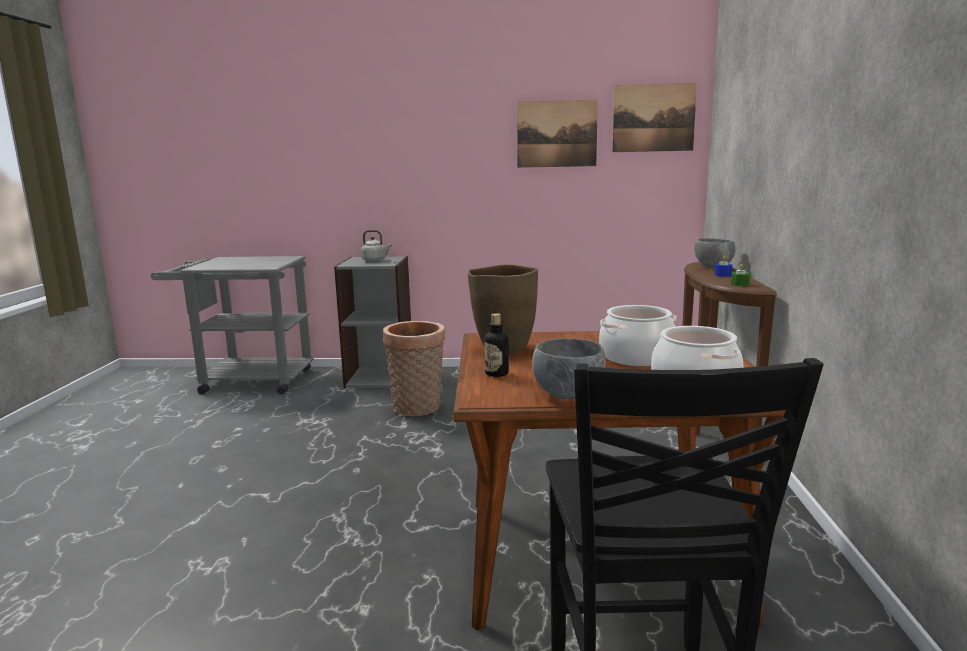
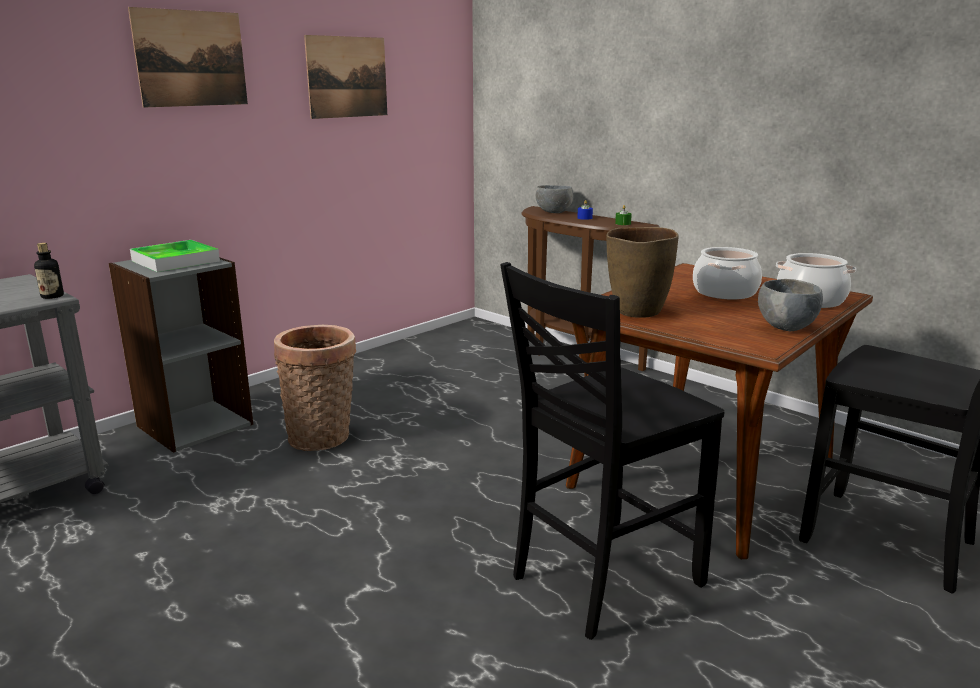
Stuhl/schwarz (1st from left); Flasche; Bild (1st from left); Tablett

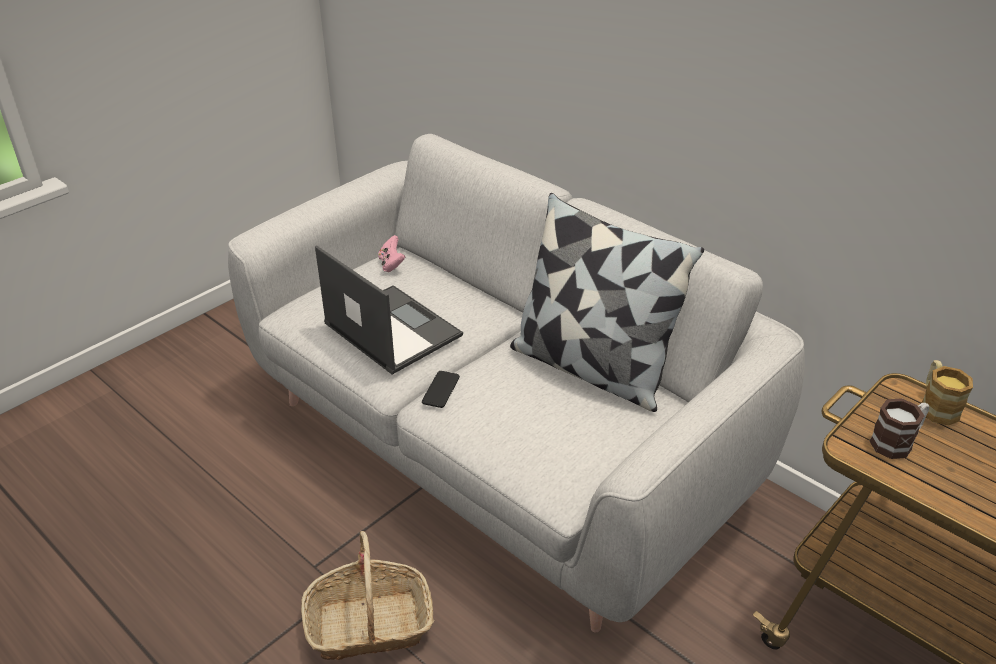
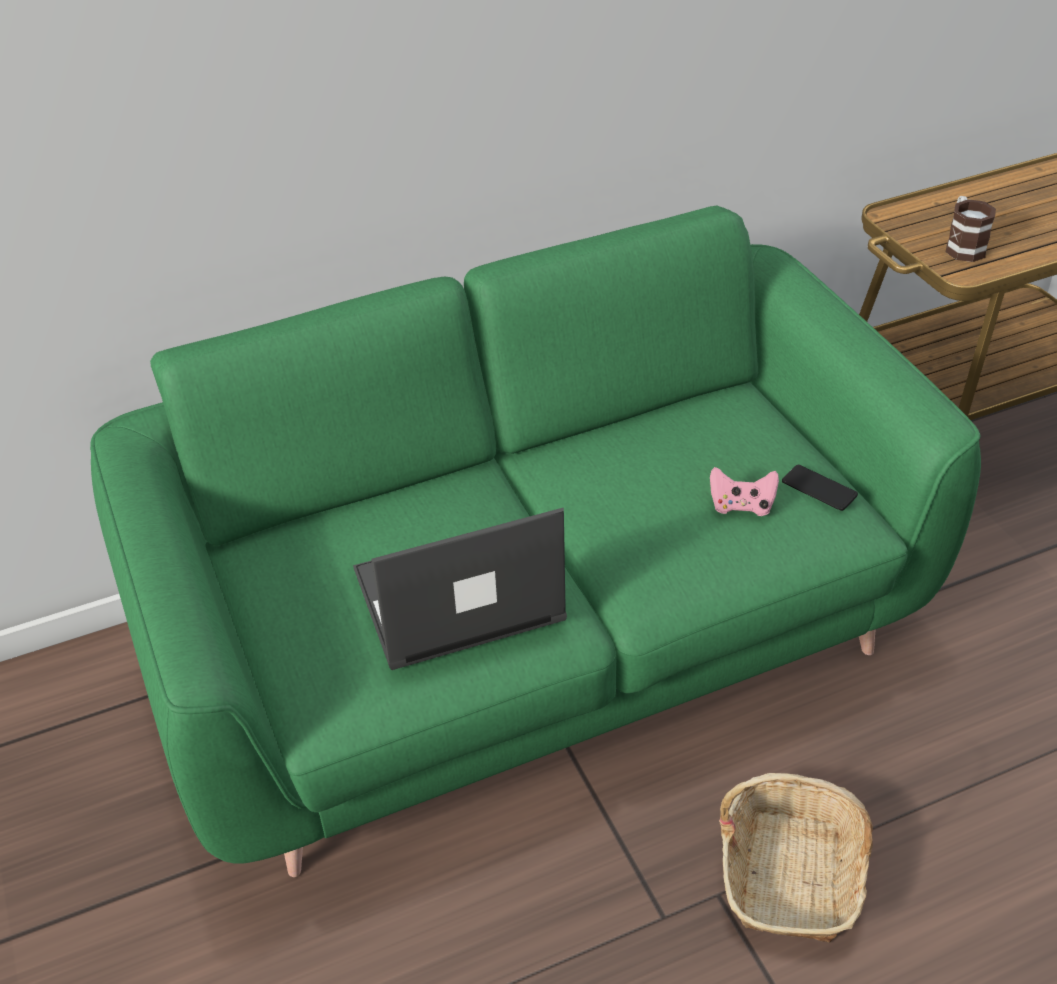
Kissen; Henkelbecher (2nd from left in the first image); Gamepad/rosa; Handy; Sofa/grün

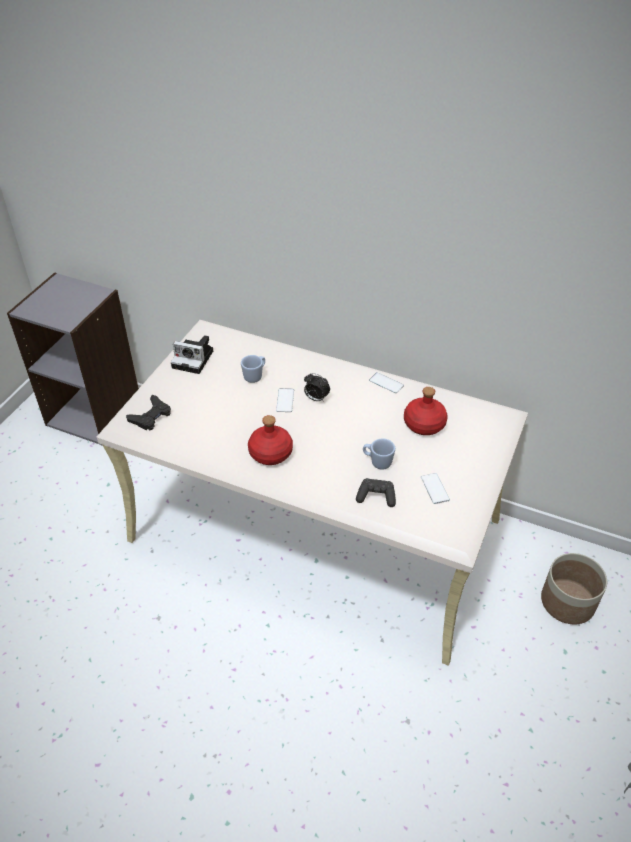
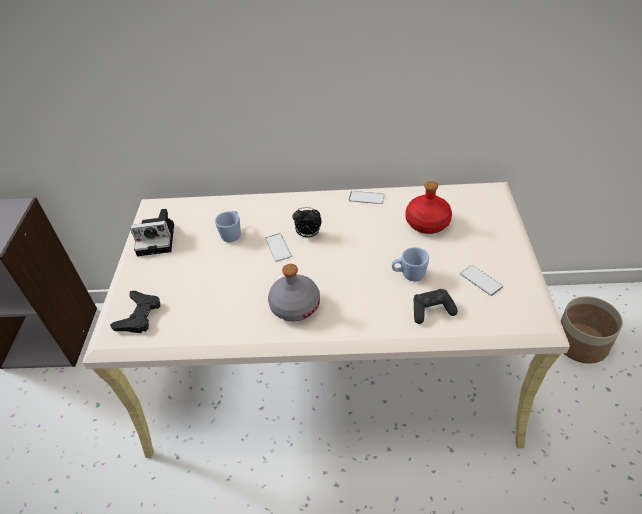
Flasche/grau

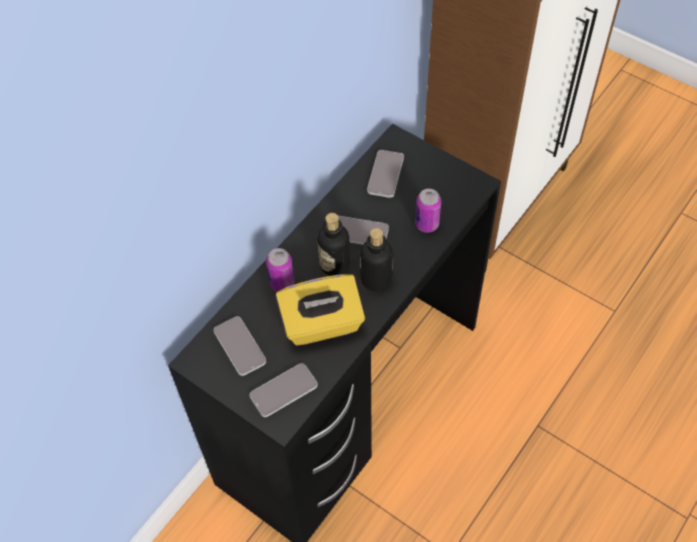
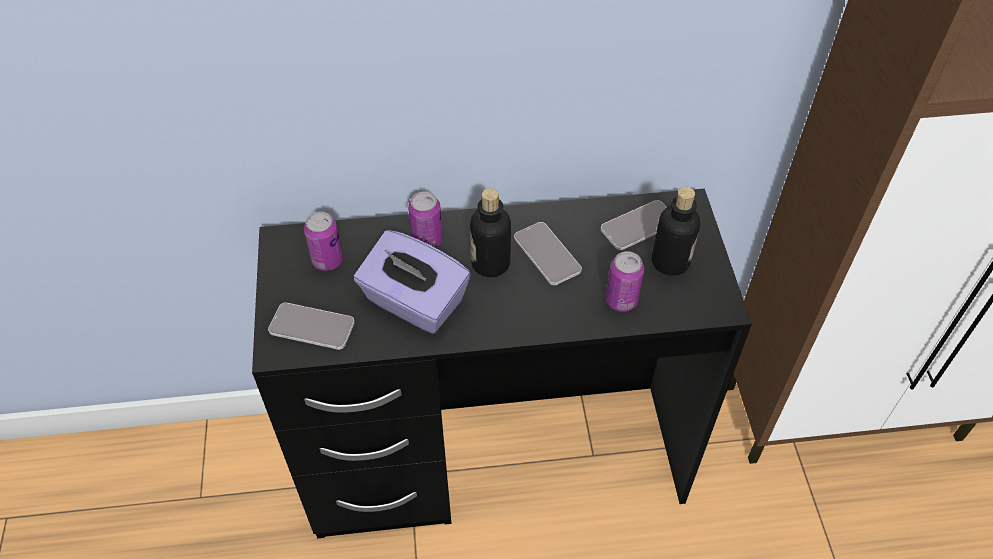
Flasche (2nd from left); Dose (1st from left); Taschentuchbox/lila

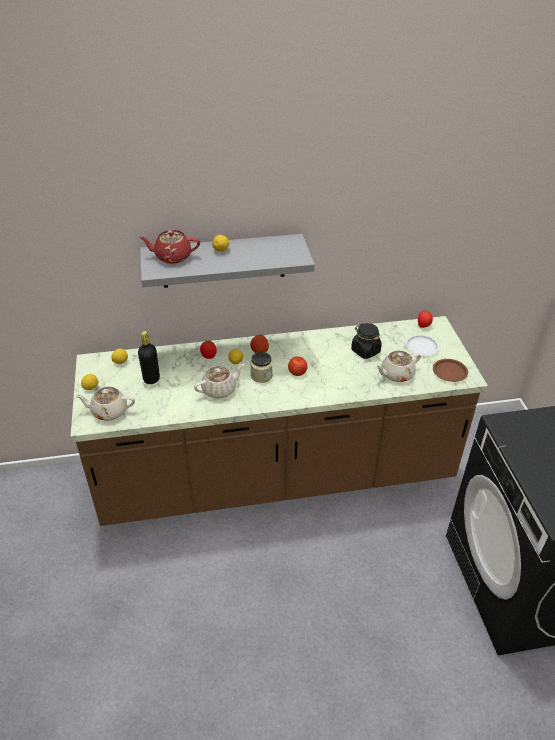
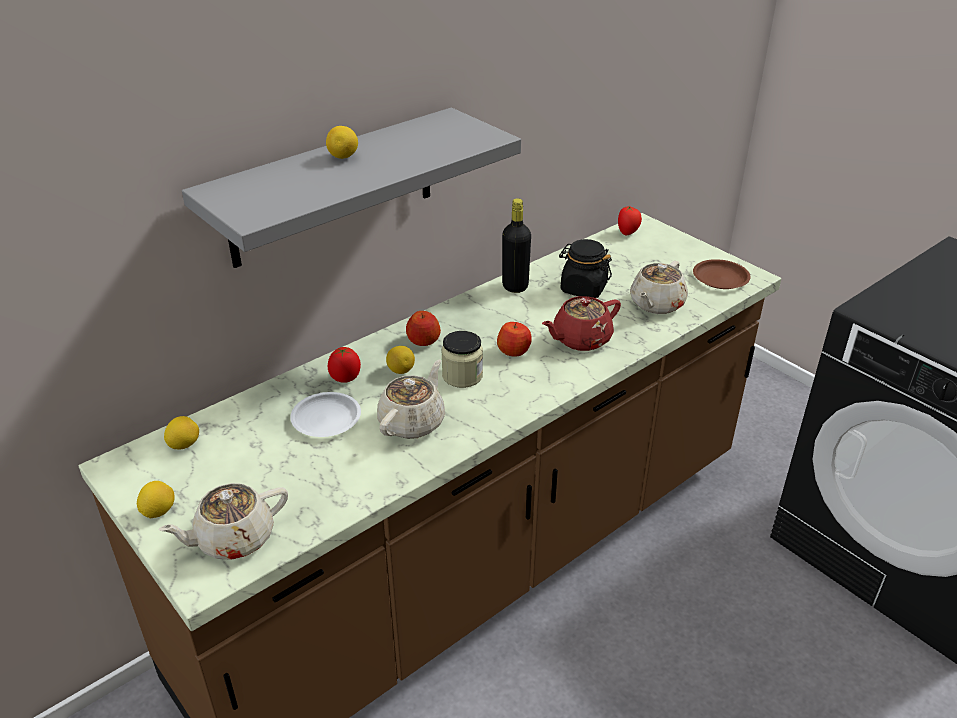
Flasche/schwarz; Teekanne/rot; Teller/weiß

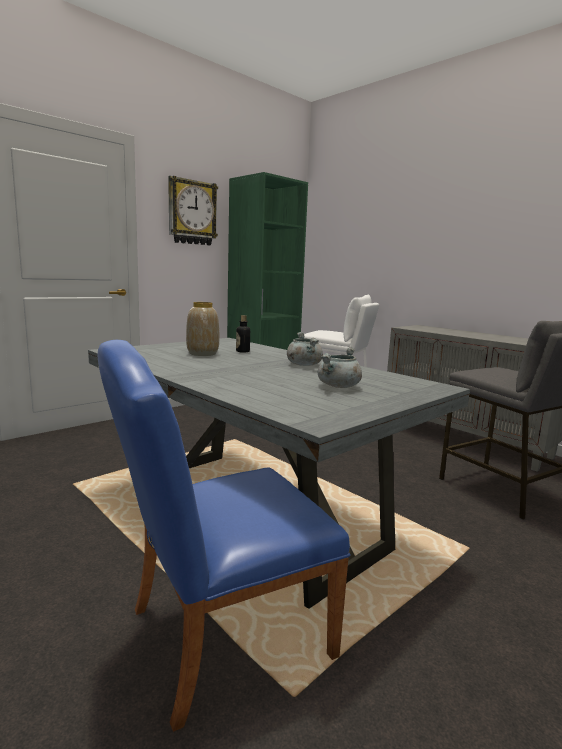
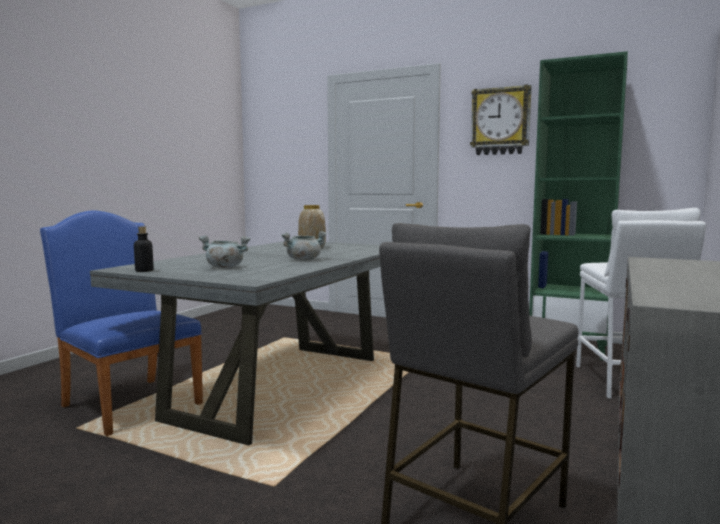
Flasche

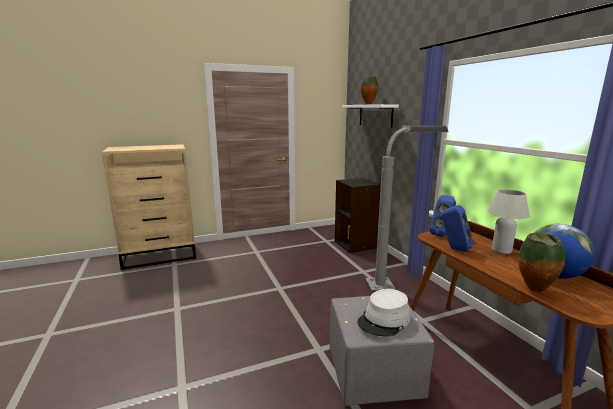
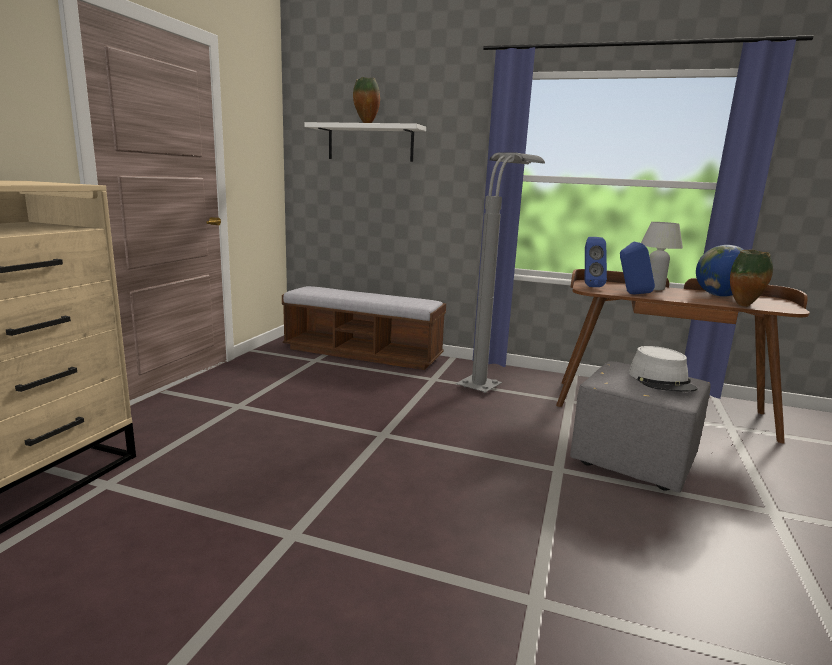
Bank

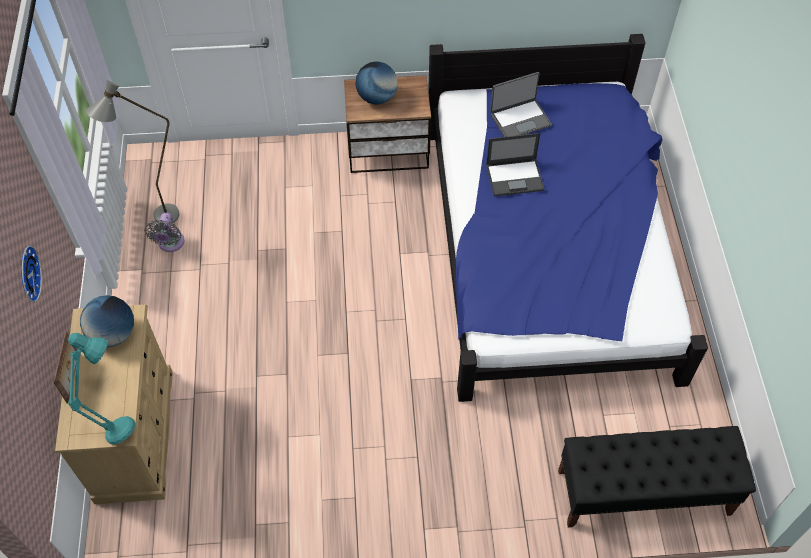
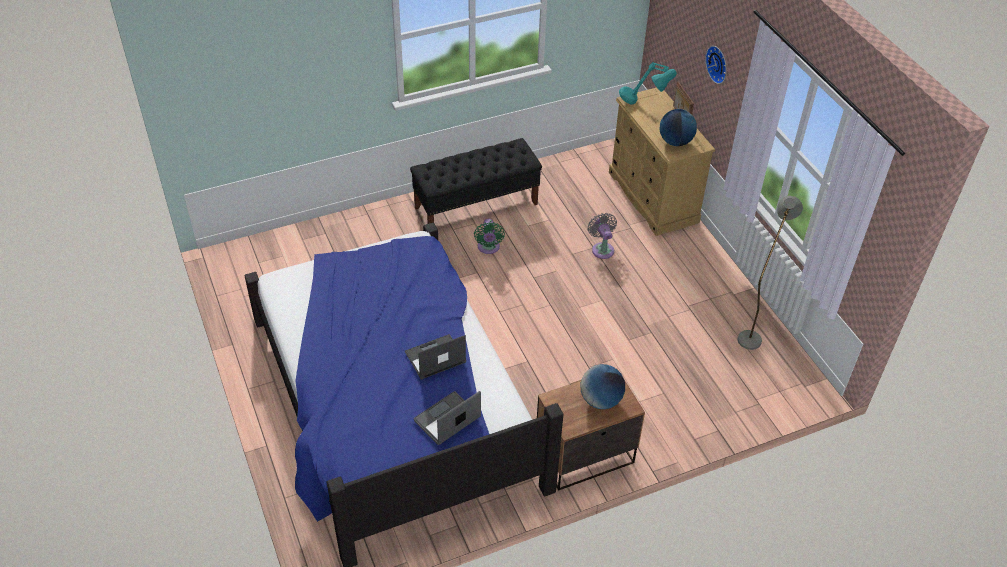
Ventilator/grün; Ventilator/grau; Bank/schwarz

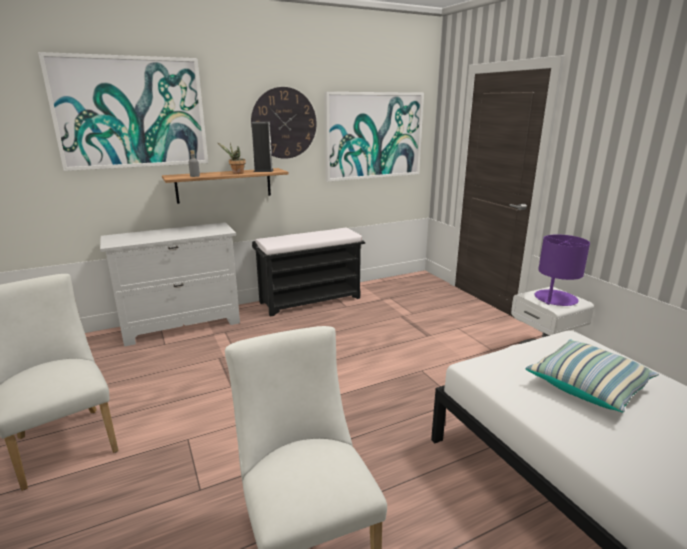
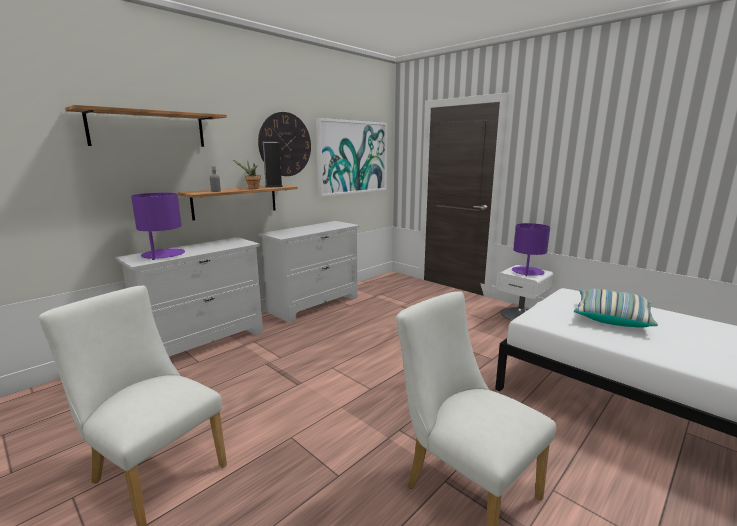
Tischlampe/lila (1st from left); Wandregal (1st from left); Kommode/weiß (2nd from left)

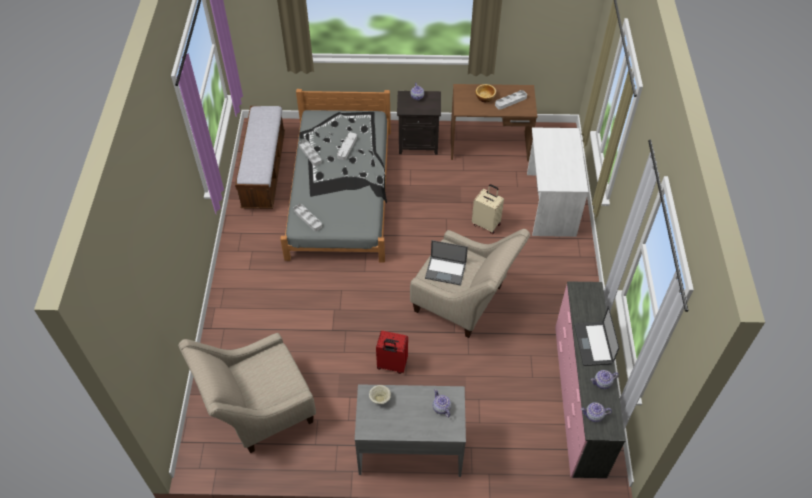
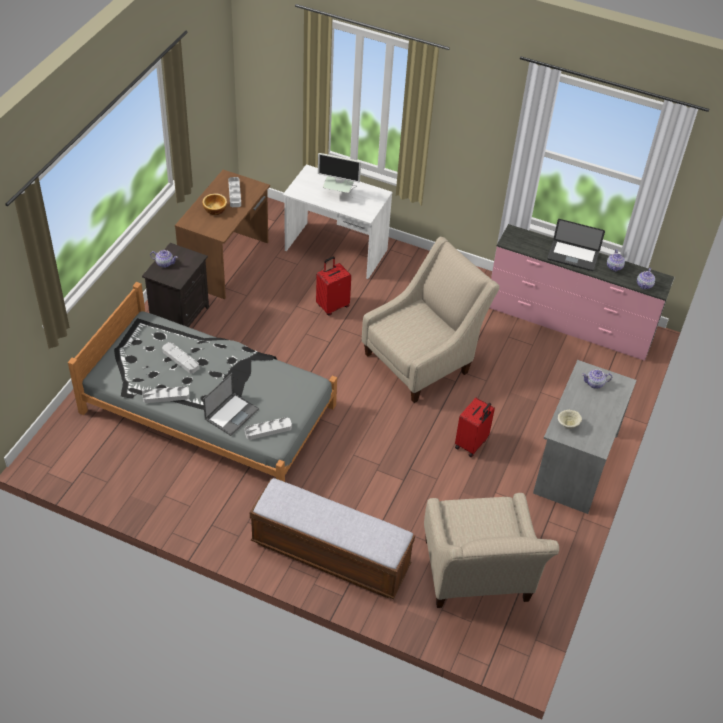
Monitor; Bank; Laptop (1st from left); Koffer/rot (1st from left)

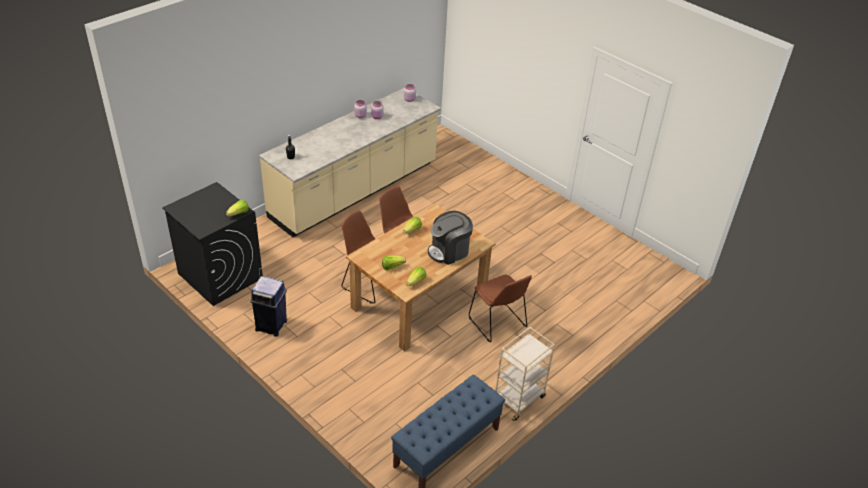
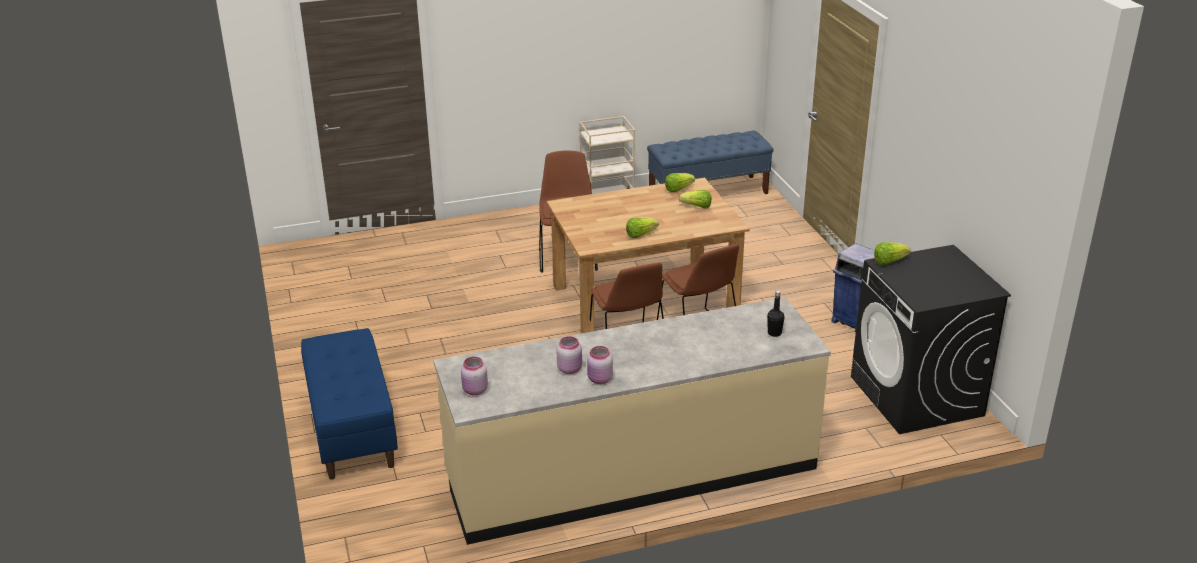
Kaffeemaschine; Bank/blau (1st from left)

